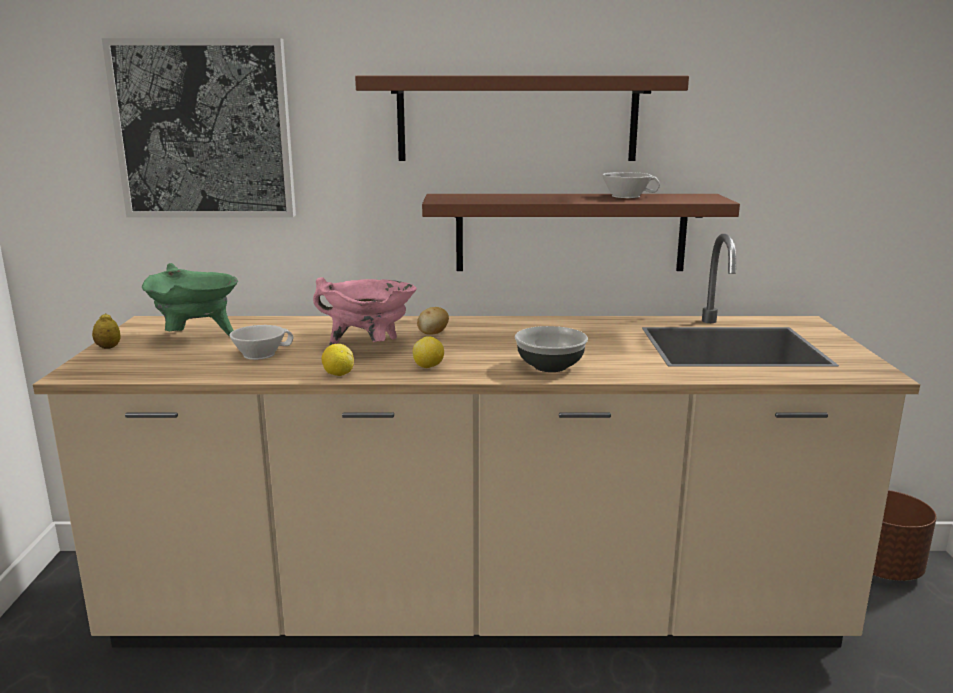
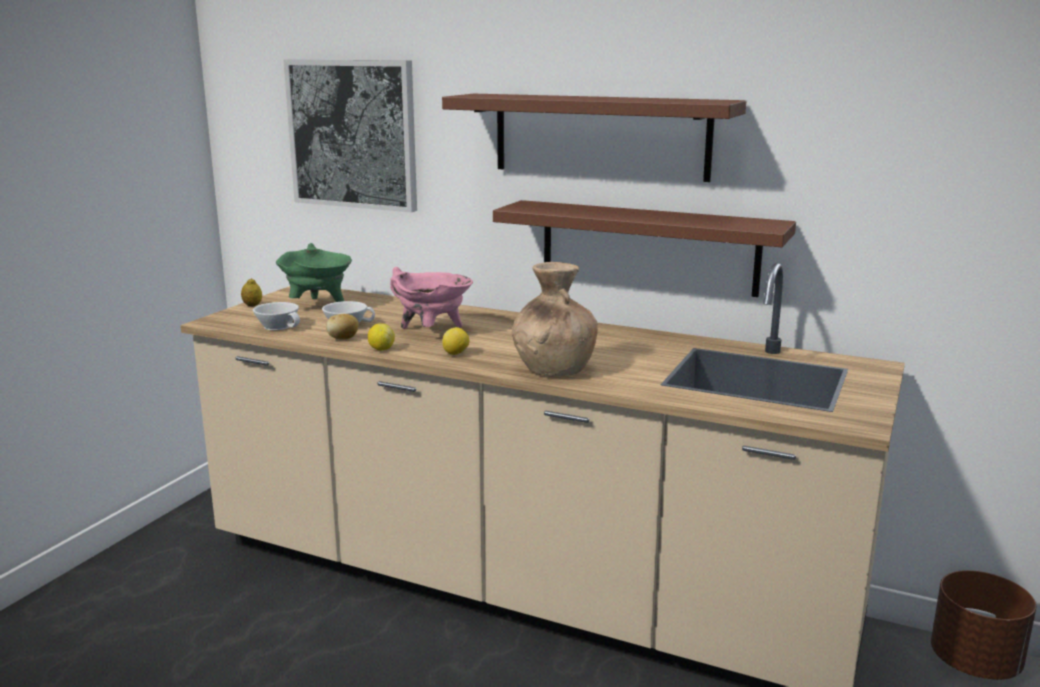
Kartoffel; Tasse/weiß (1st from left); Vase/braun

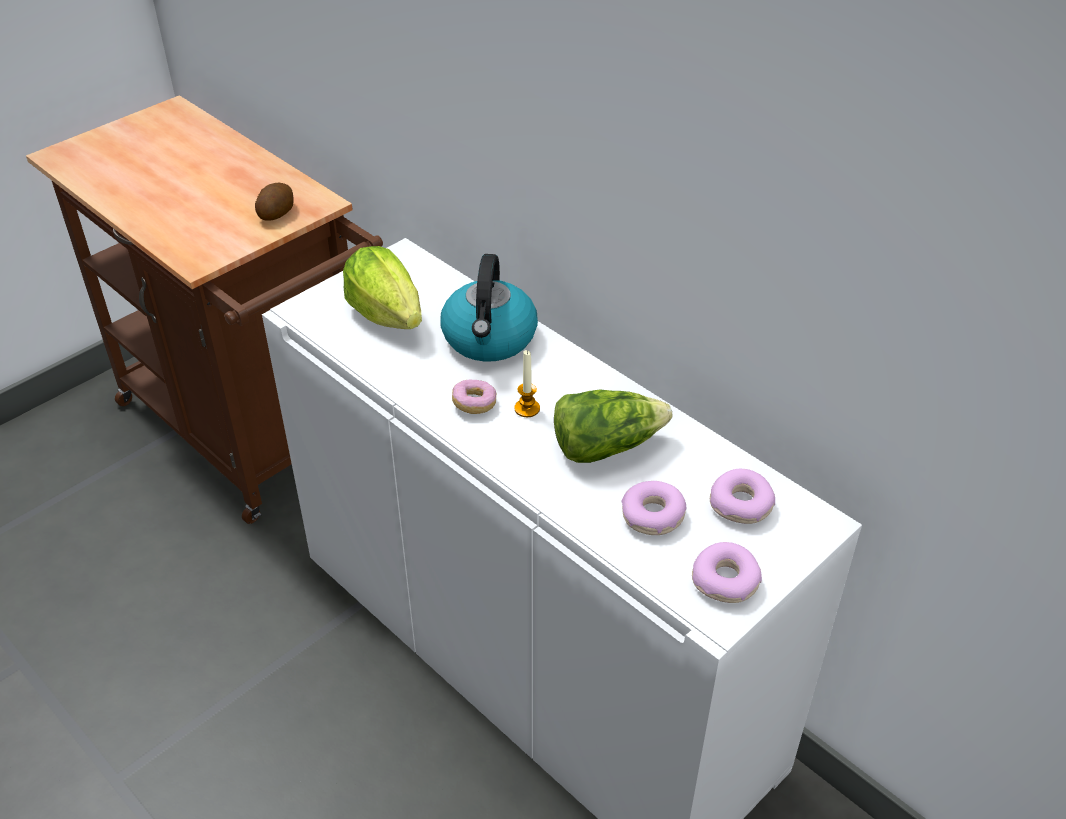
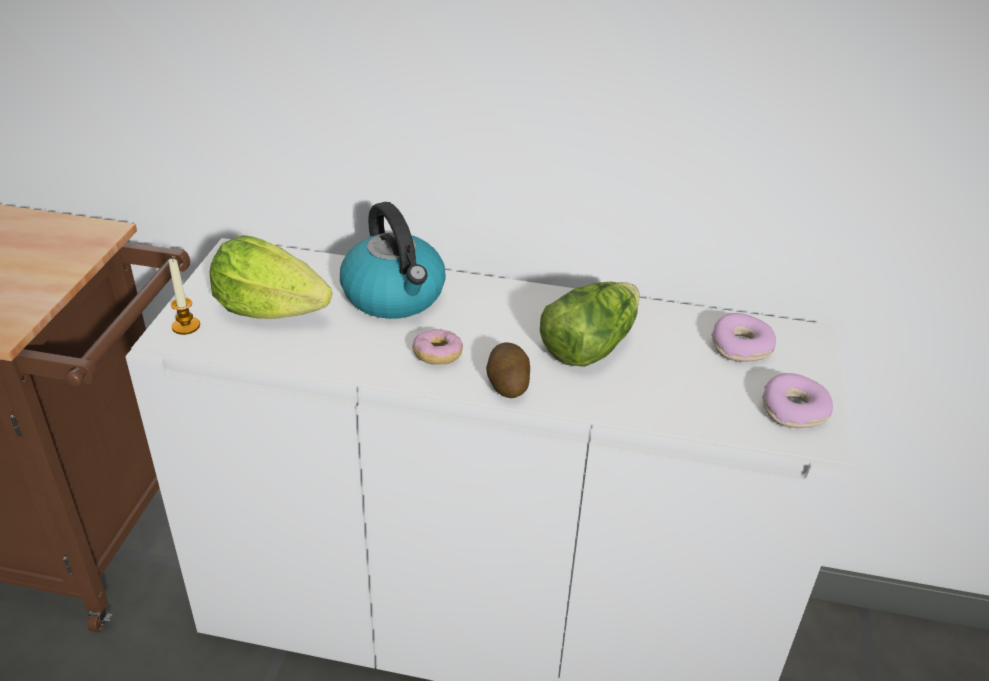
Donut (2nd from left in the first image); Kartoffel; Kerze

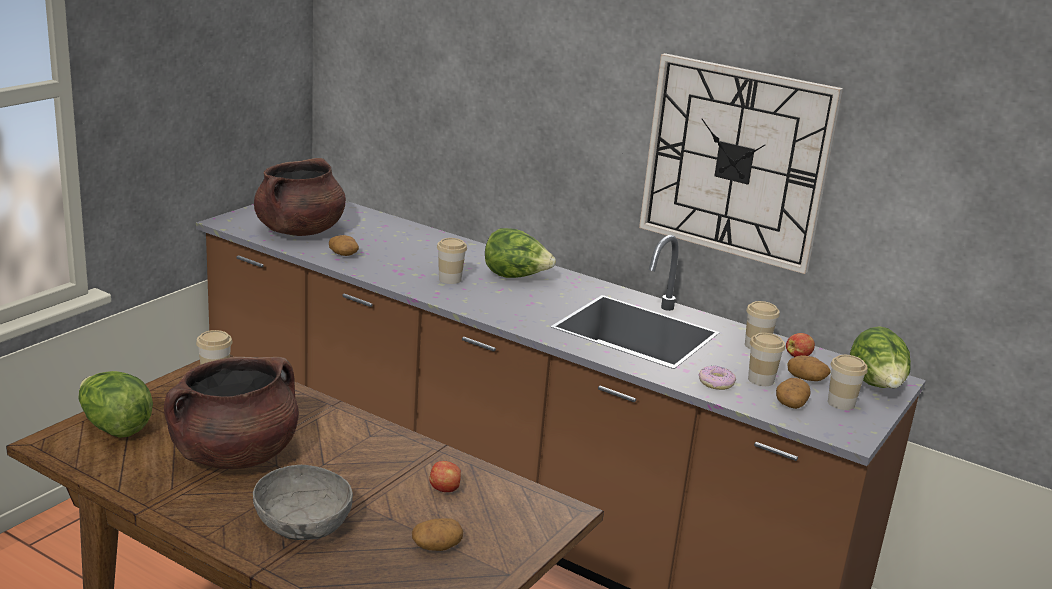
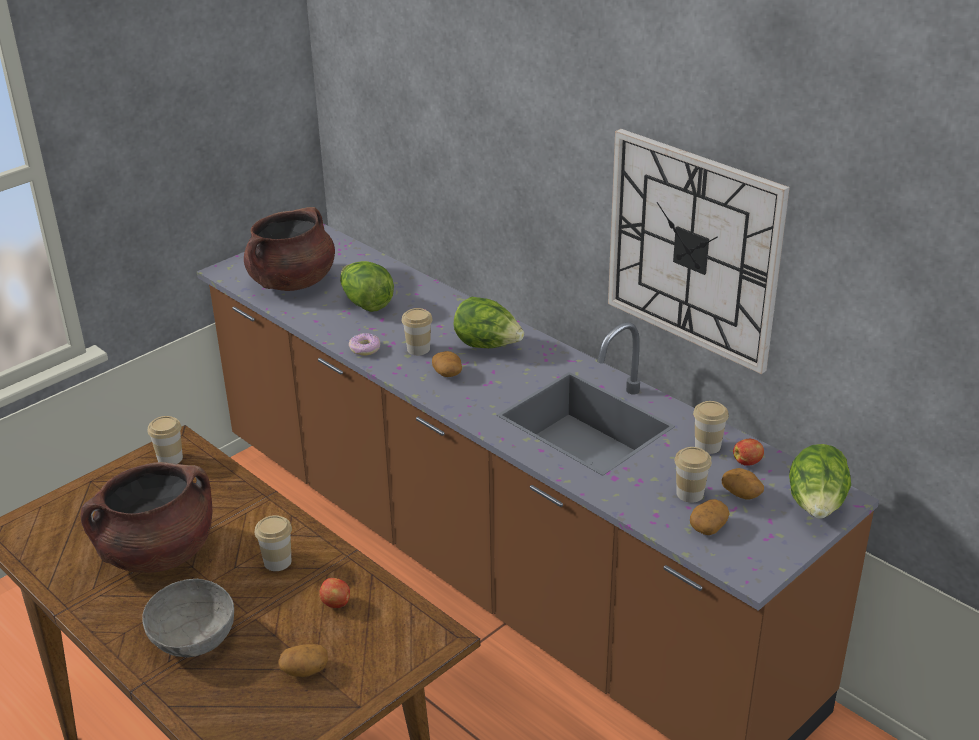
Salatkopf (1st from left); Kartoffel (2nd from left); Donut; Tasse (2nd from left)

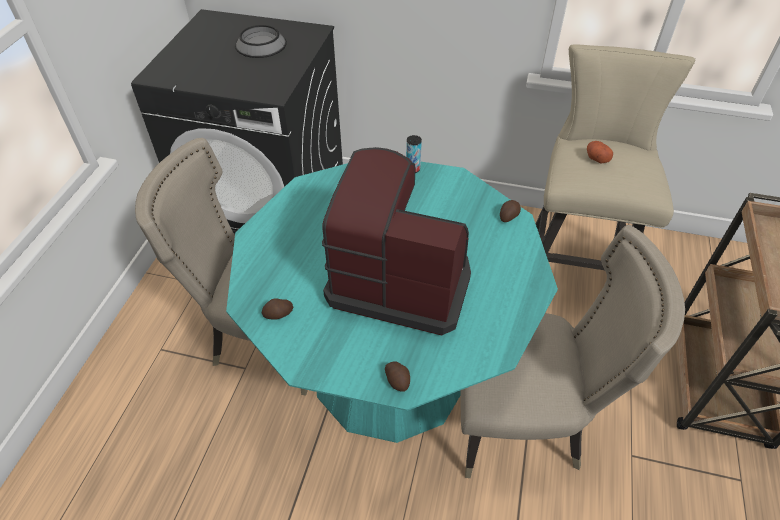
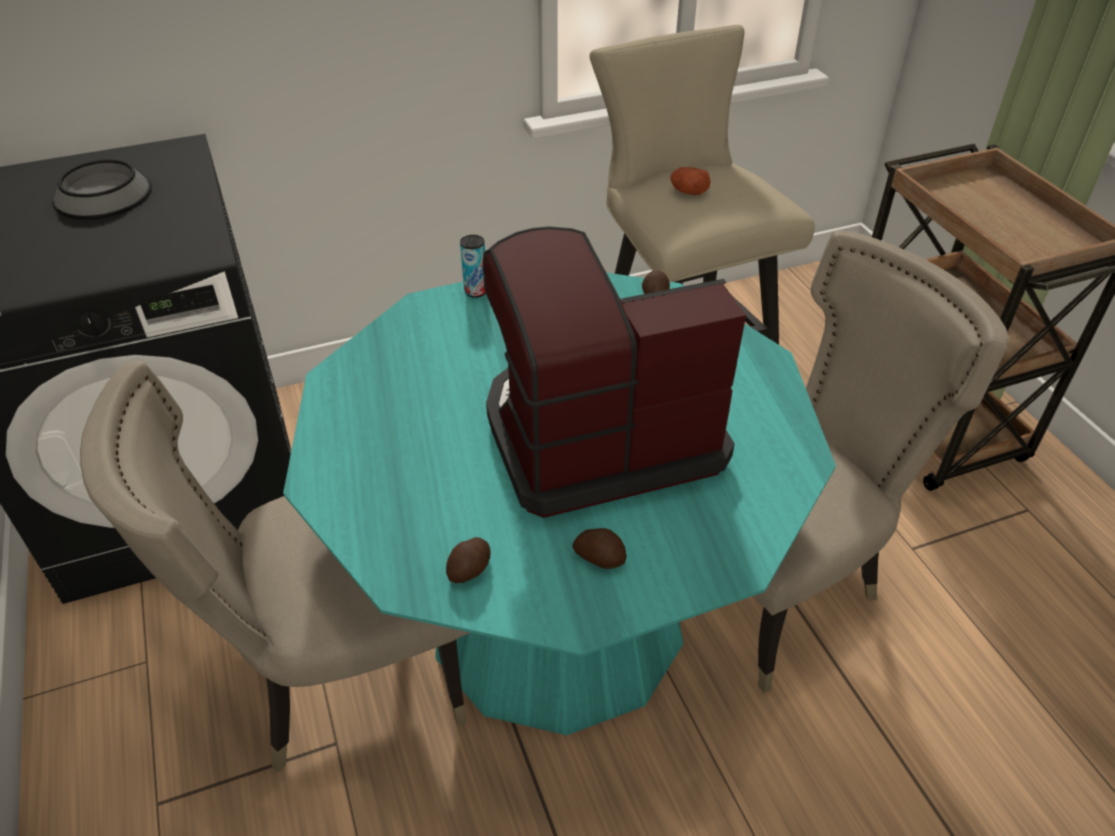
Kartoffel (2nd from left)

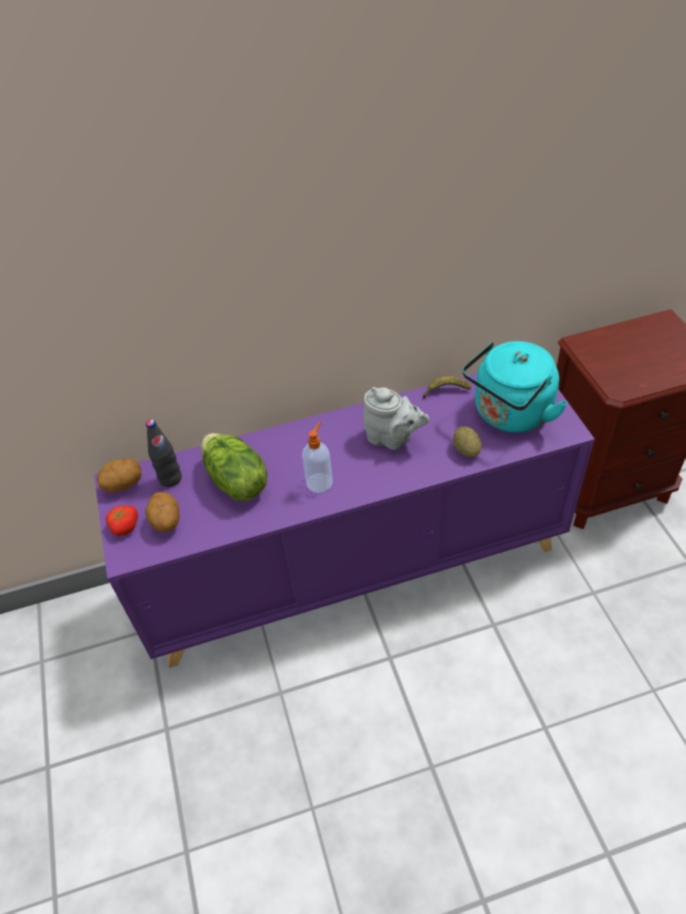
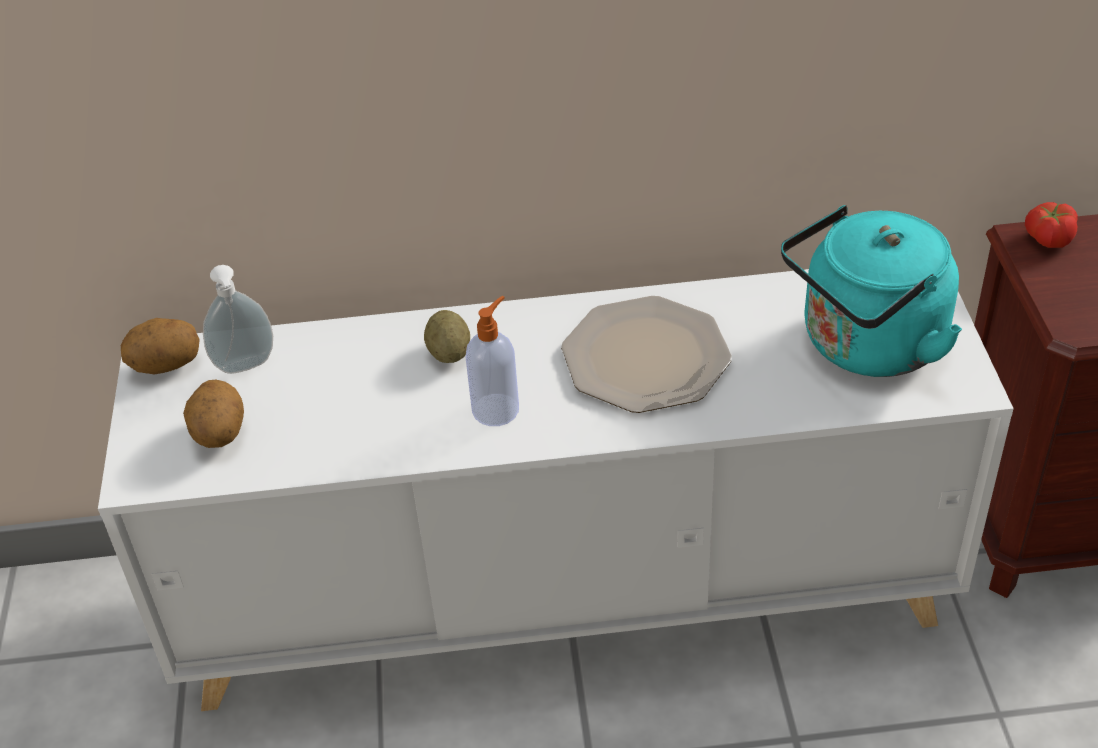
Salatkopf; Banane; Tomate; Kartoffel (3rd from left); Seifenspender (1st from left); Teller; Schrank/weiß

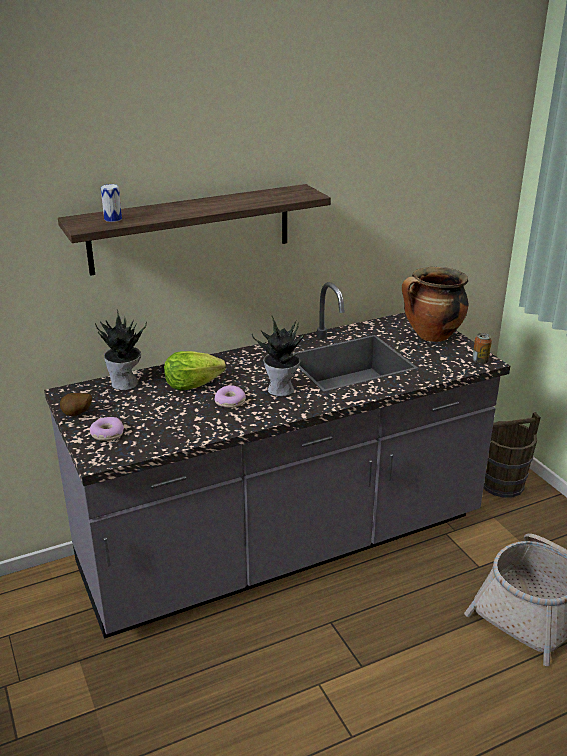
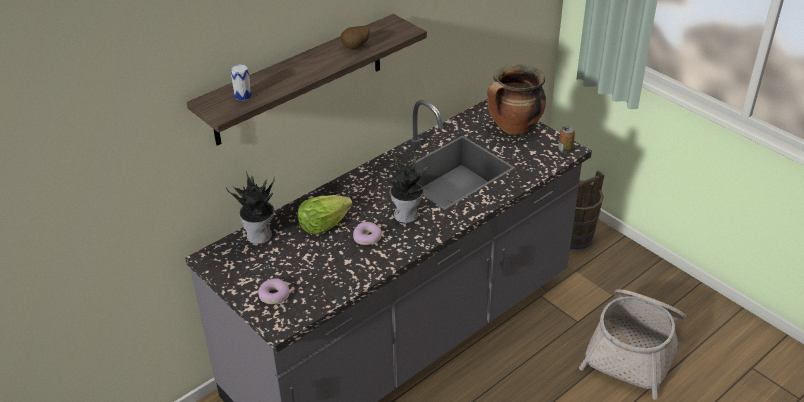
Kartoffel

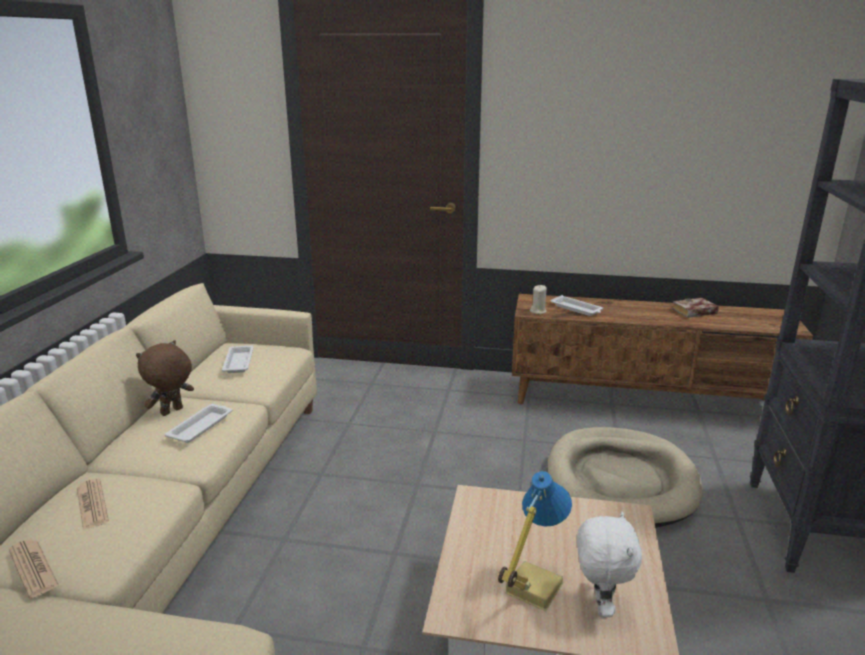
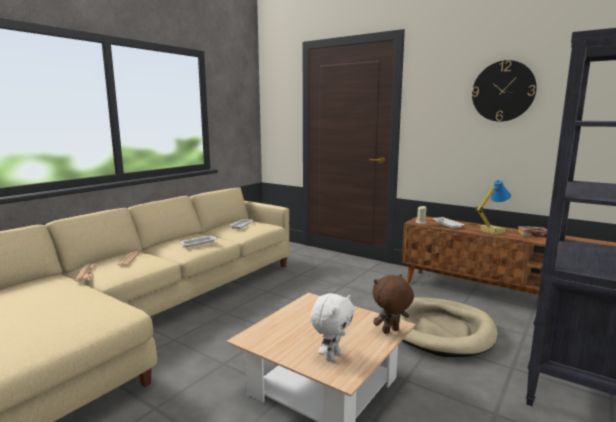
Wanduhr; Plüschtier/braun; Tischlampe

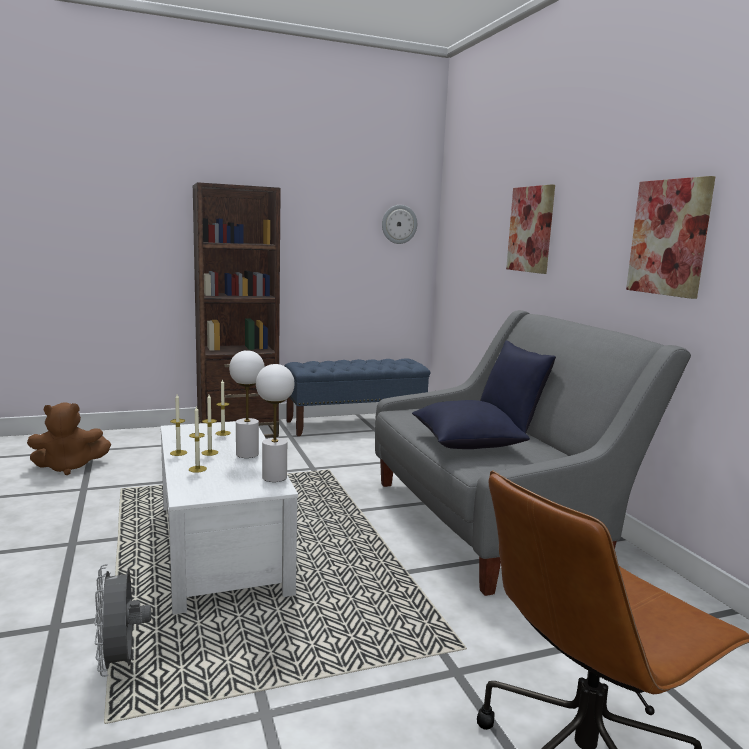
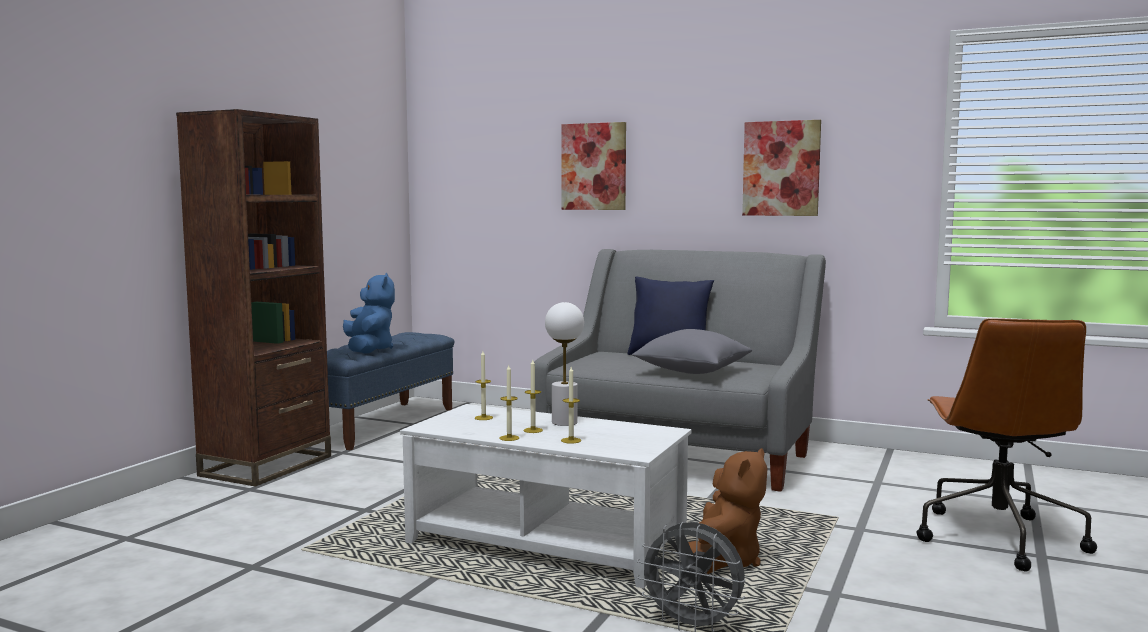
Tischlampe/weiß (2nd from left in the first image); Wanduhr; Plüschtier/blau; Plüschtier/braun; Kissen/grau

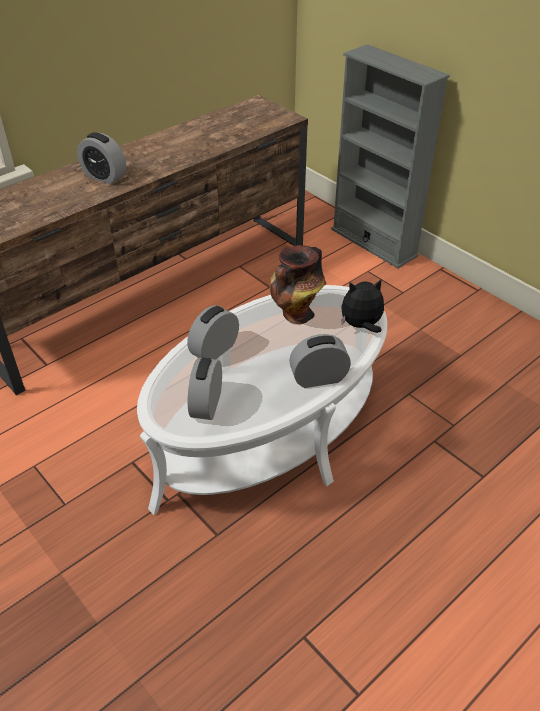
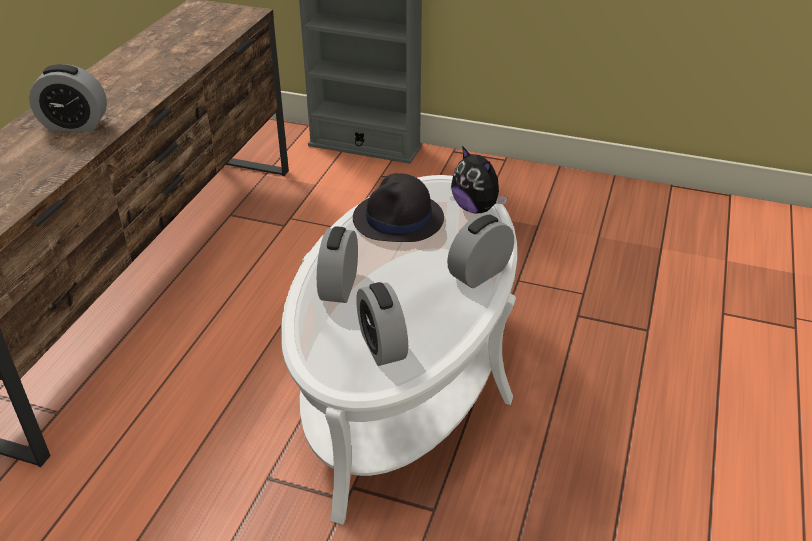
Hut/schwarz; Plüschtier

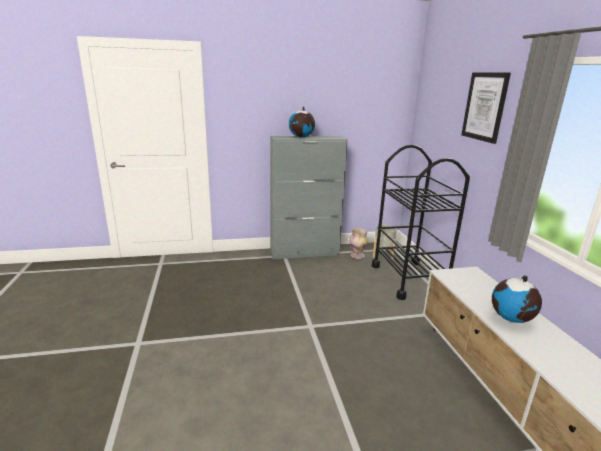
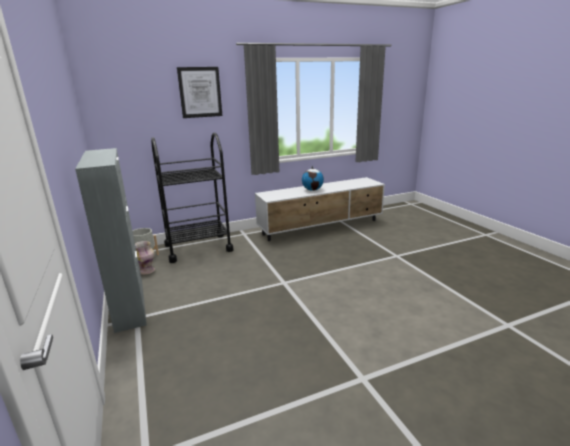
Globus (1st from left in the first image)

